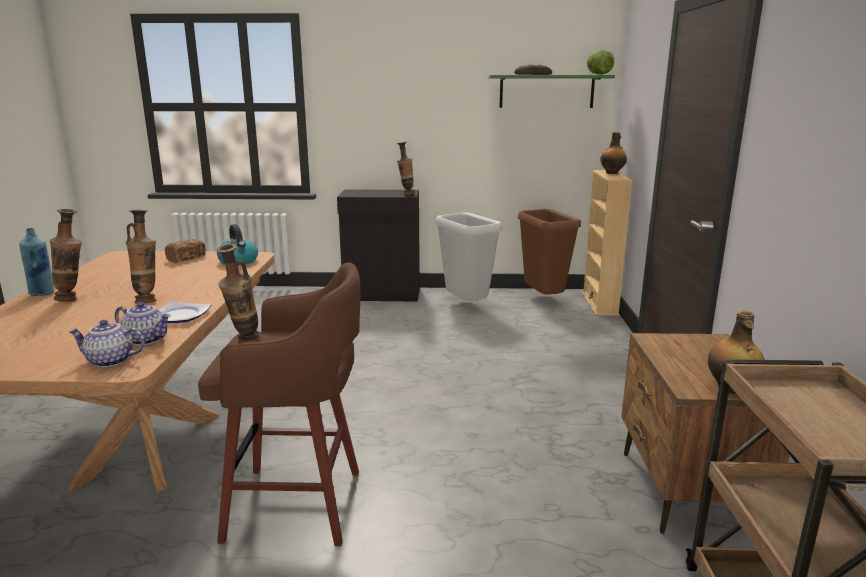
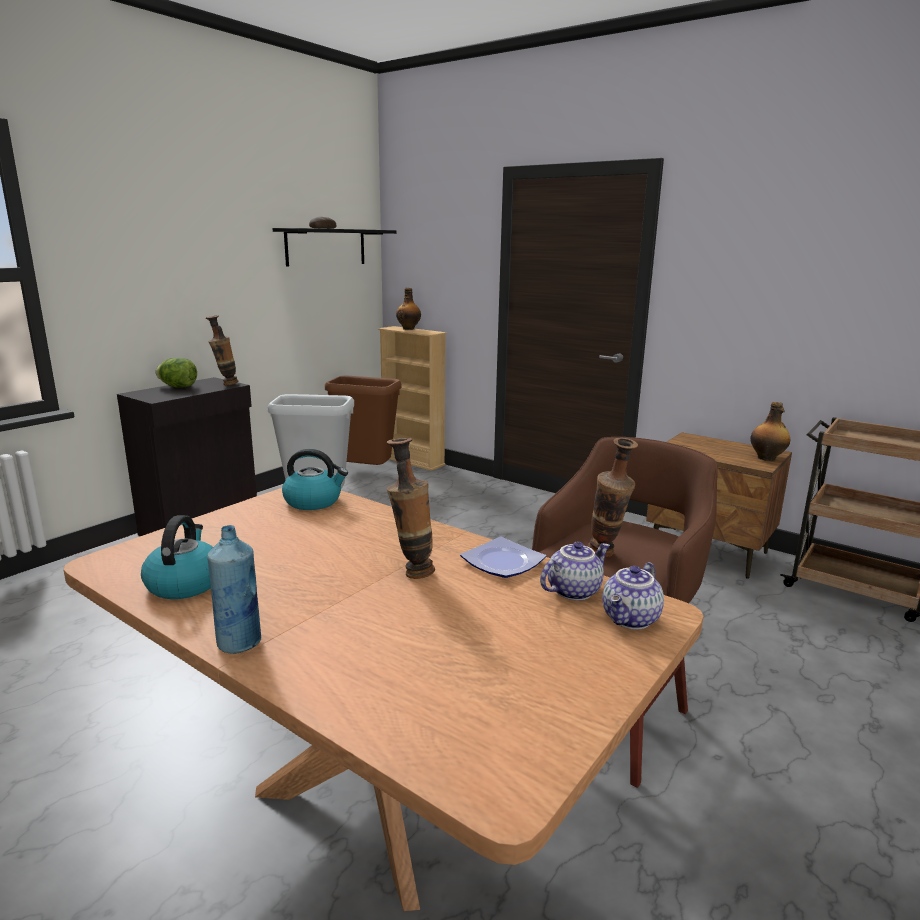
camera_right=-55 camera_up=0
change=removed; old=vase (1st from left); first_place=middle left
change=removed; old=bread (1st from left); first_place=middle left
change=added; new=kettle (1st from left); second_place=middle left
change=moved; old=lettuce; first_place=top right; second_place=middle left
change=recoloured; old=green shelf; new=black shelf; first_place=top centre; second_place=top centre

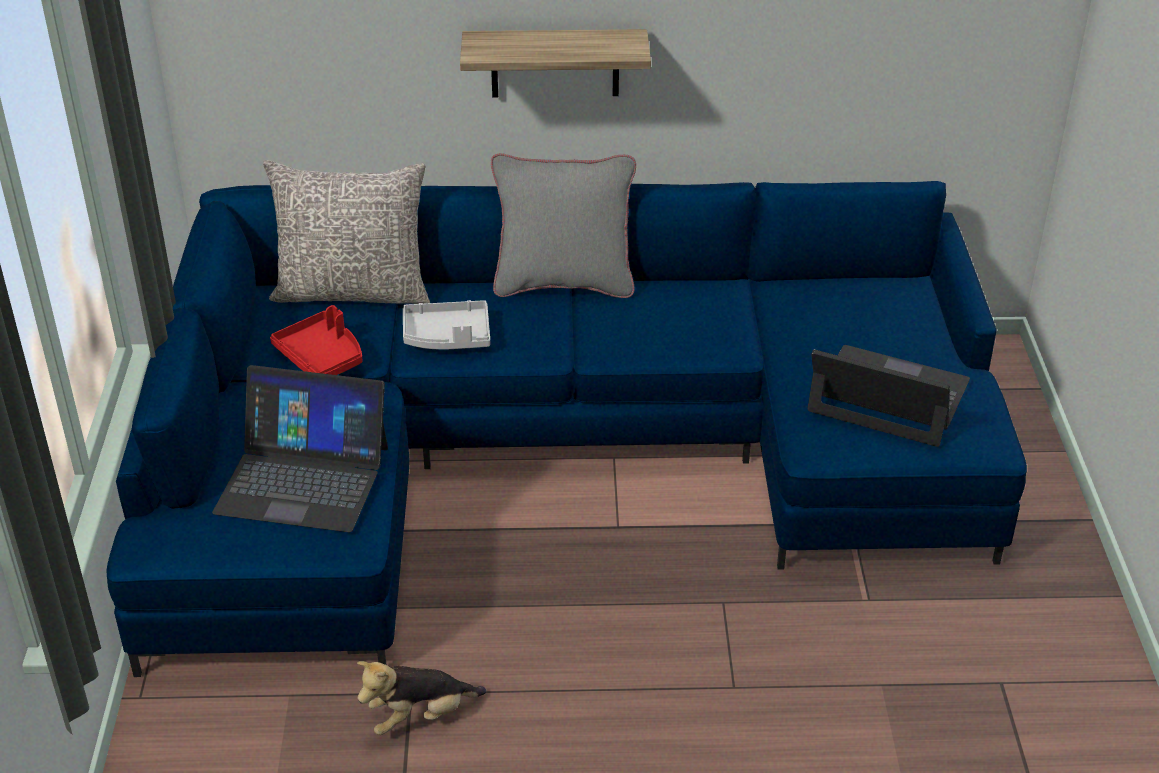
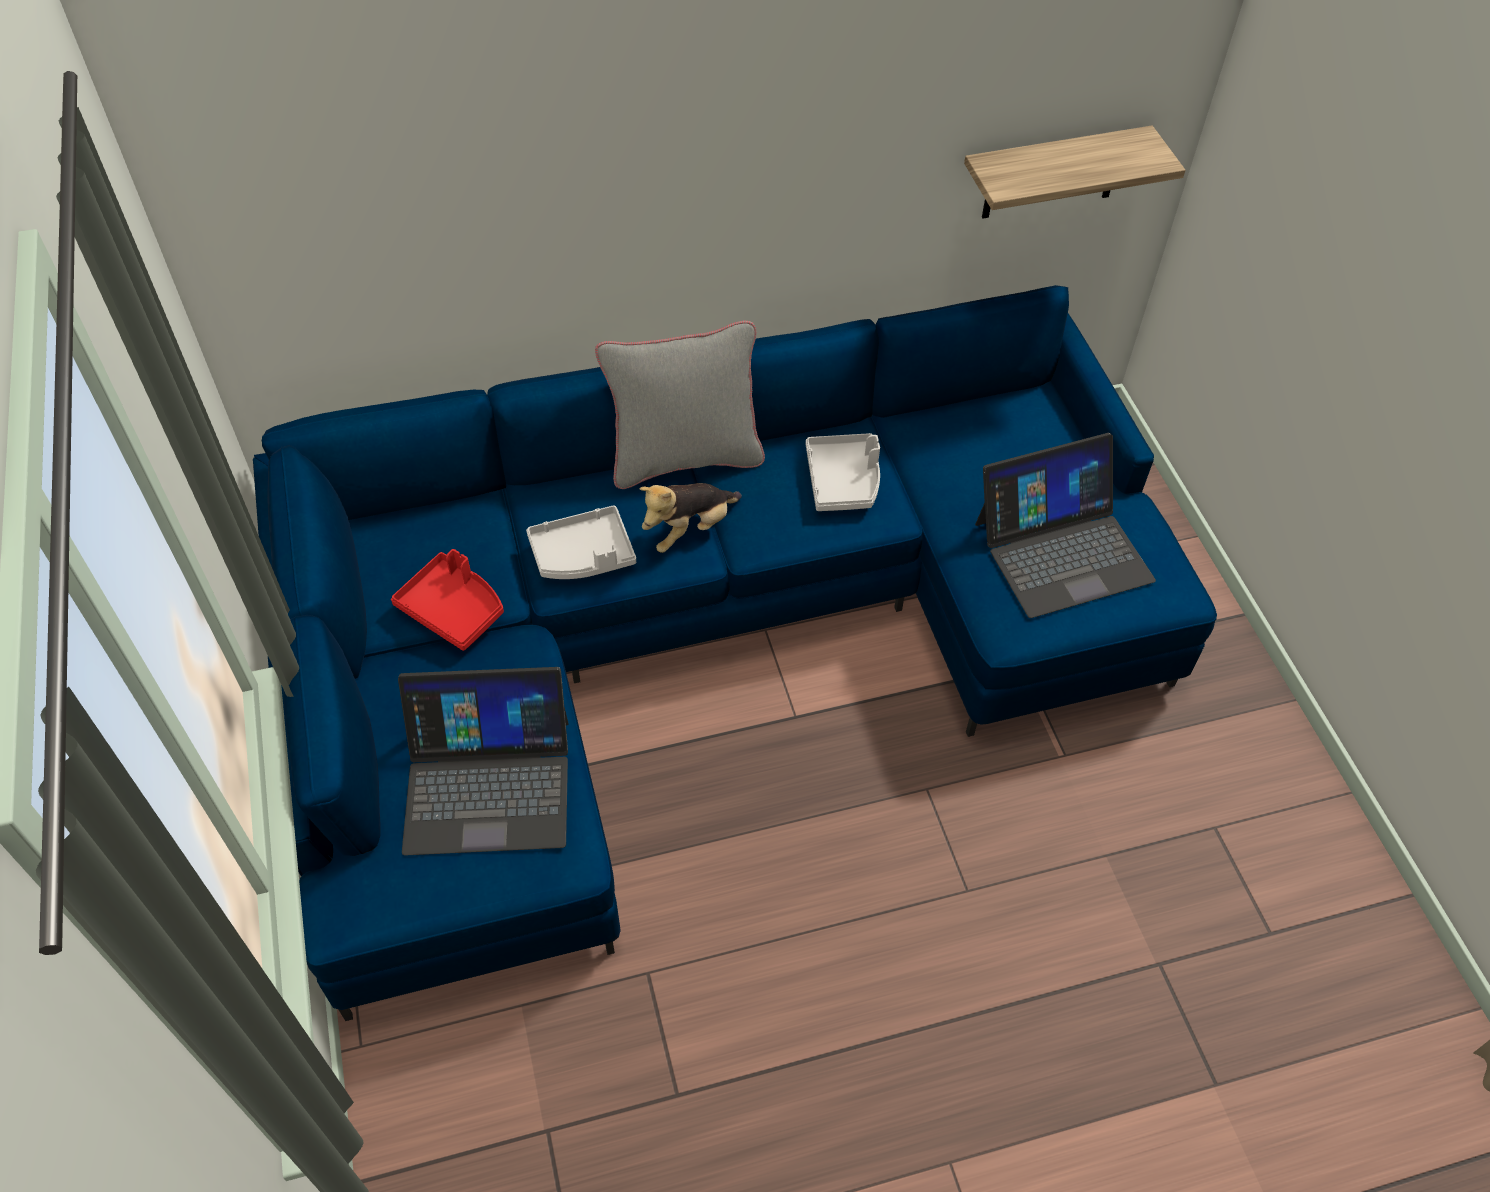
camera_right=-15 camera_up=15
change=removed; old=grey pillow (1st from left); first_place=top left
change=added; new=grey tray (2nd from left); second_place=centre
change=moved; old=plush toy; first_place=bottom centre; second_place=centre
change=moved; old=shelf; first_place=top centre; second_place=top right
change=turned; old=laptop (2nd from left); first_place=middle right; second_place=middle right; degrees=150

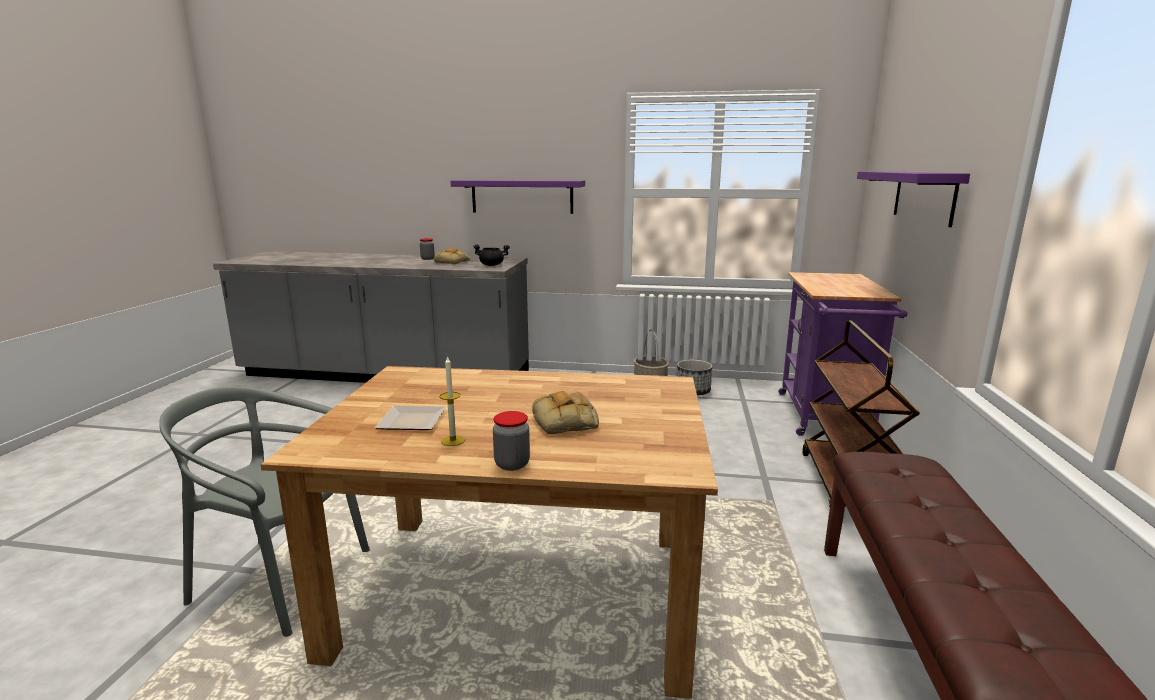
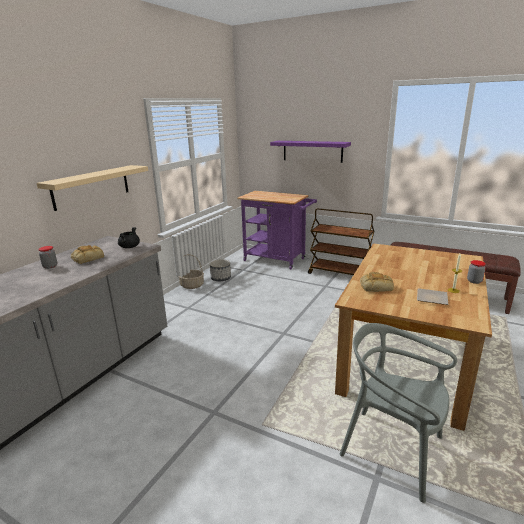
camera_right=-70 camera_up=5
change=moved; old=bread (2nd from left); first_place=centre; second_place=middle right
change=recoloured; old=purple shelf (1st from left); new=beige shelf; first_place=top centre; second_place=middle left
change=turned; old=grey chair; first_place=bottom left; second_place=bottom right; degrees=90

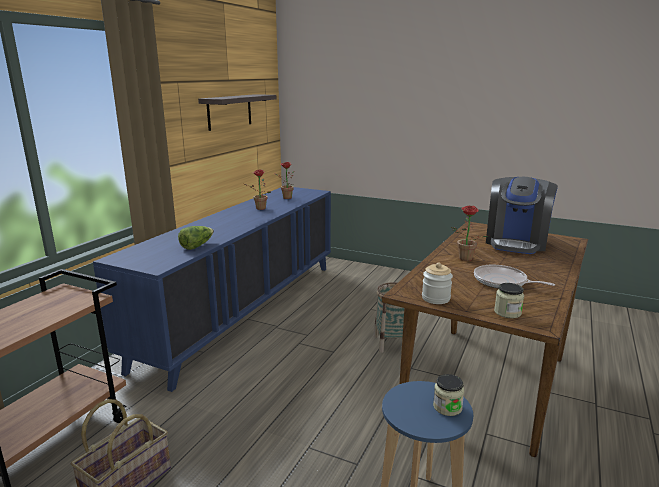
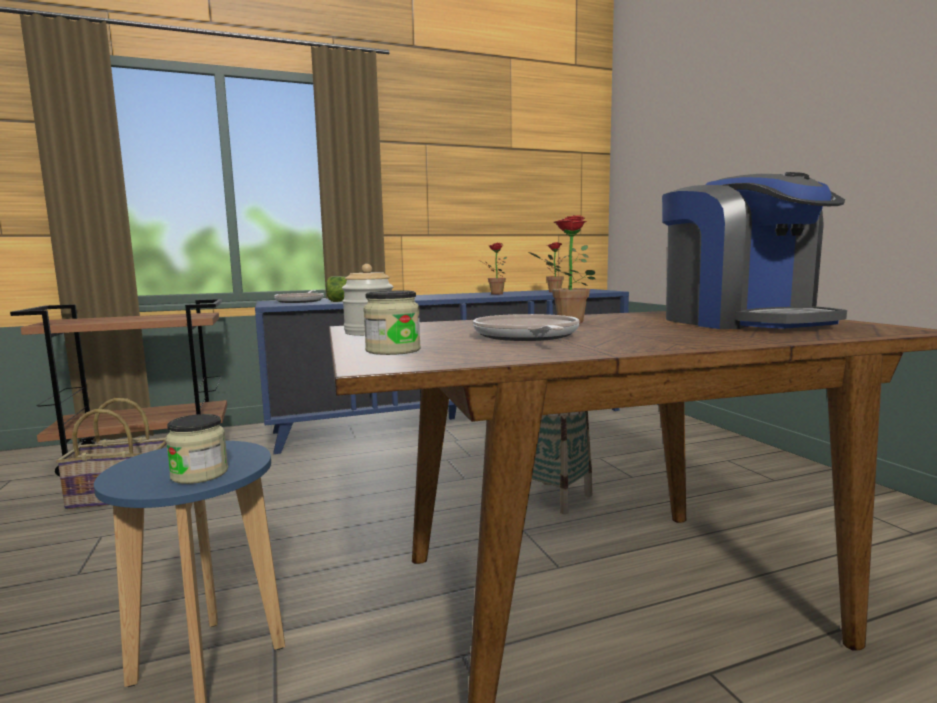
camera_right=45 camera_up=-10
change=removed; old=shelf; first_place=top centre
change=added; new=frying pan (1st from left); second_place=middle left
change=turned; old=coffee machine; first_place=middle right; second_place=middle right; degrees=-90

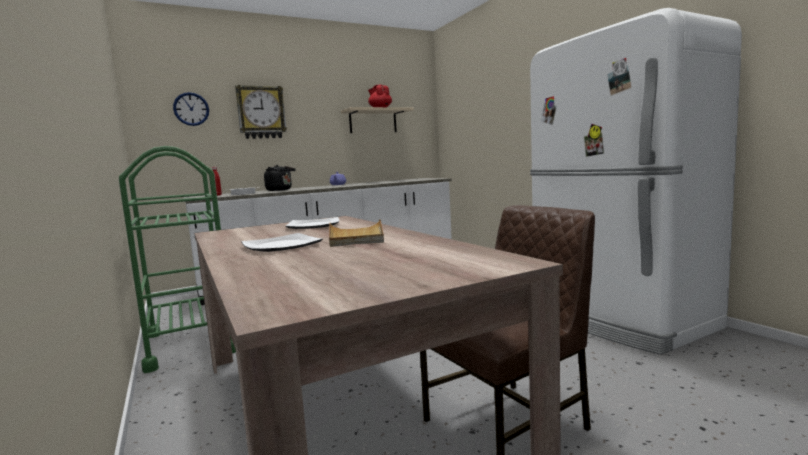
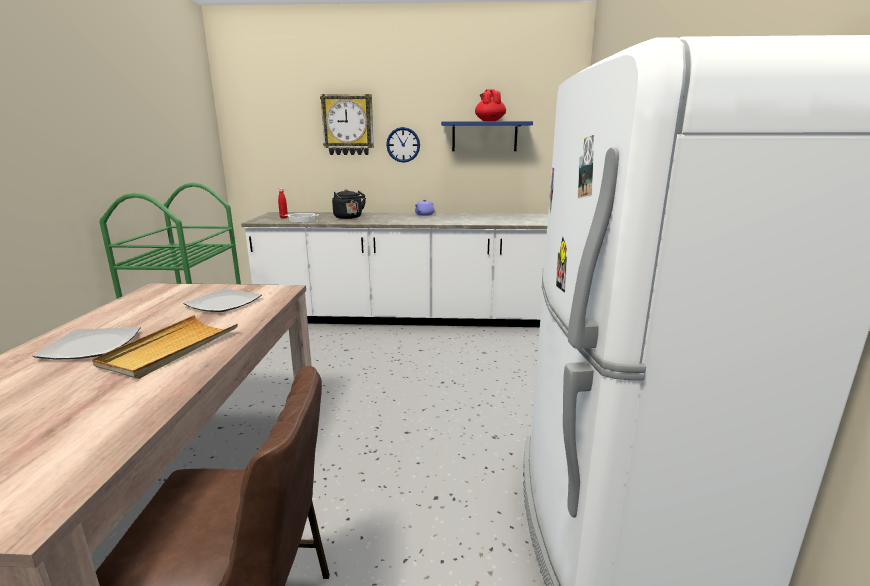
camera_right=30 camera_up=10
change=moved; old=wall clock (1st from left in the first image); new=wall clock (2nd from left); first_place=top left; second_place=top centre
change=recoloured; old=beige shelf; new=blue shelf; first_place=top centre; second_place=top centre

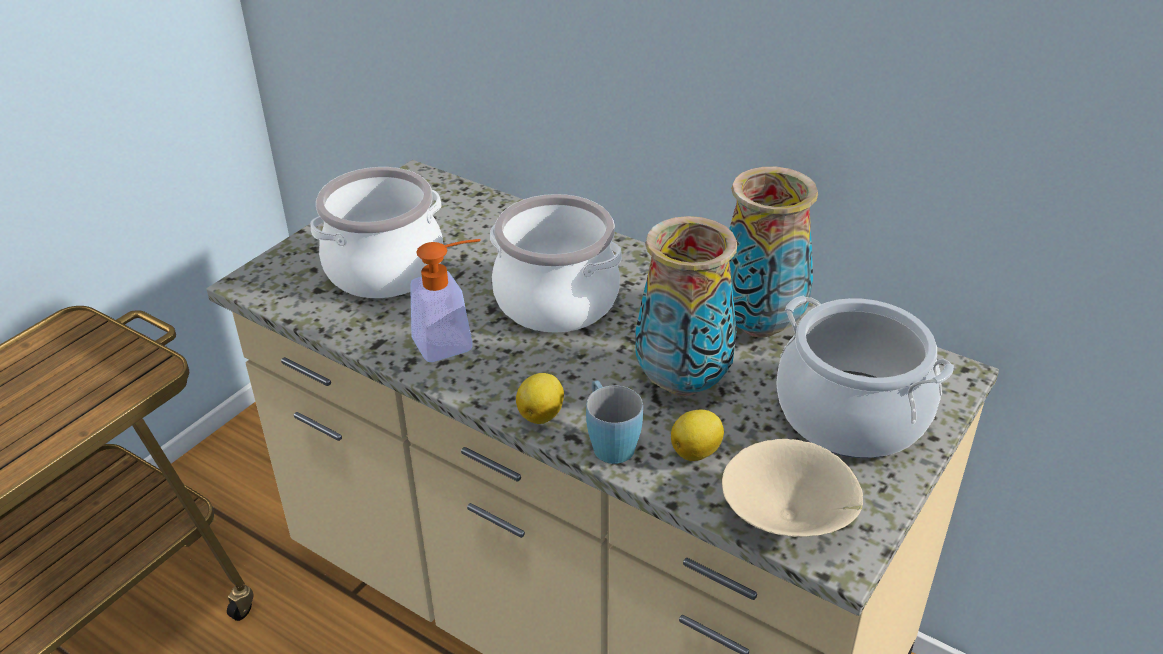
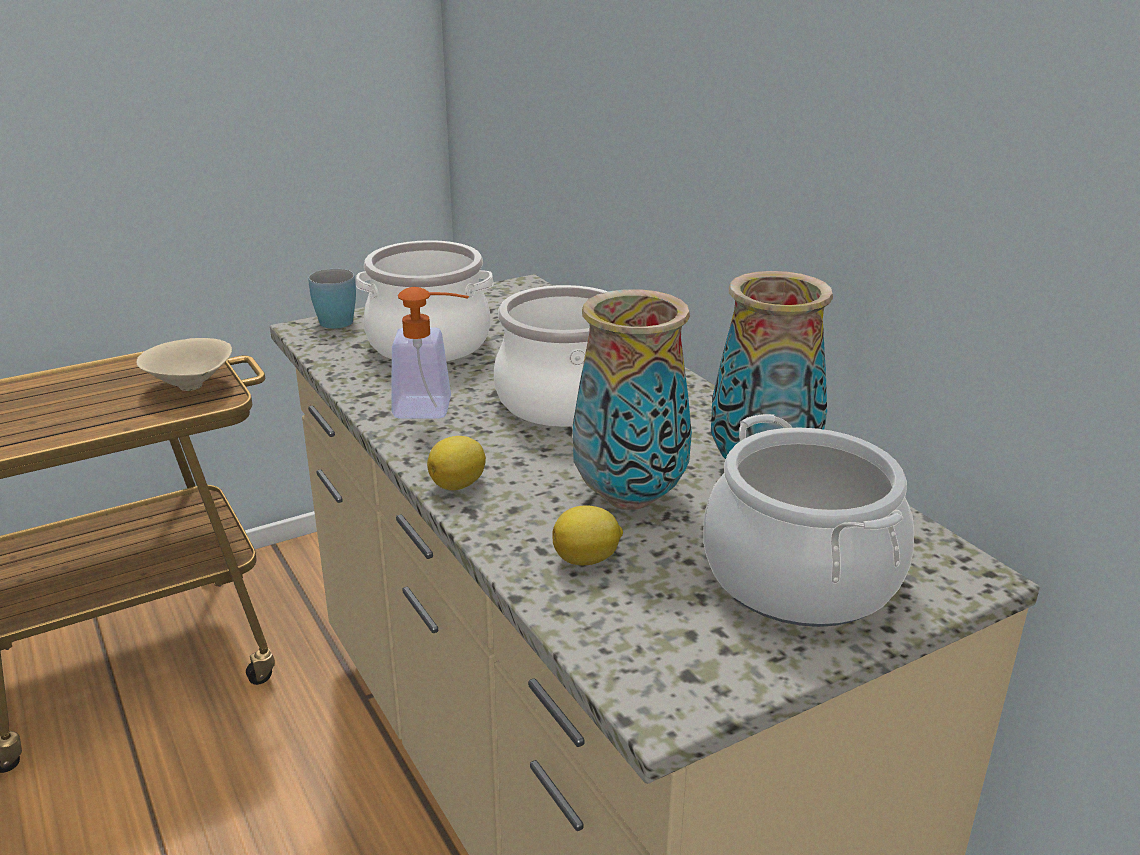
camera_right=25 camera_up=-10
change=moved; old=blue mug; first_place=centre; second_place=middle left
change=moved; old=beige bowl; first_place=bottom right; second_place=middle left

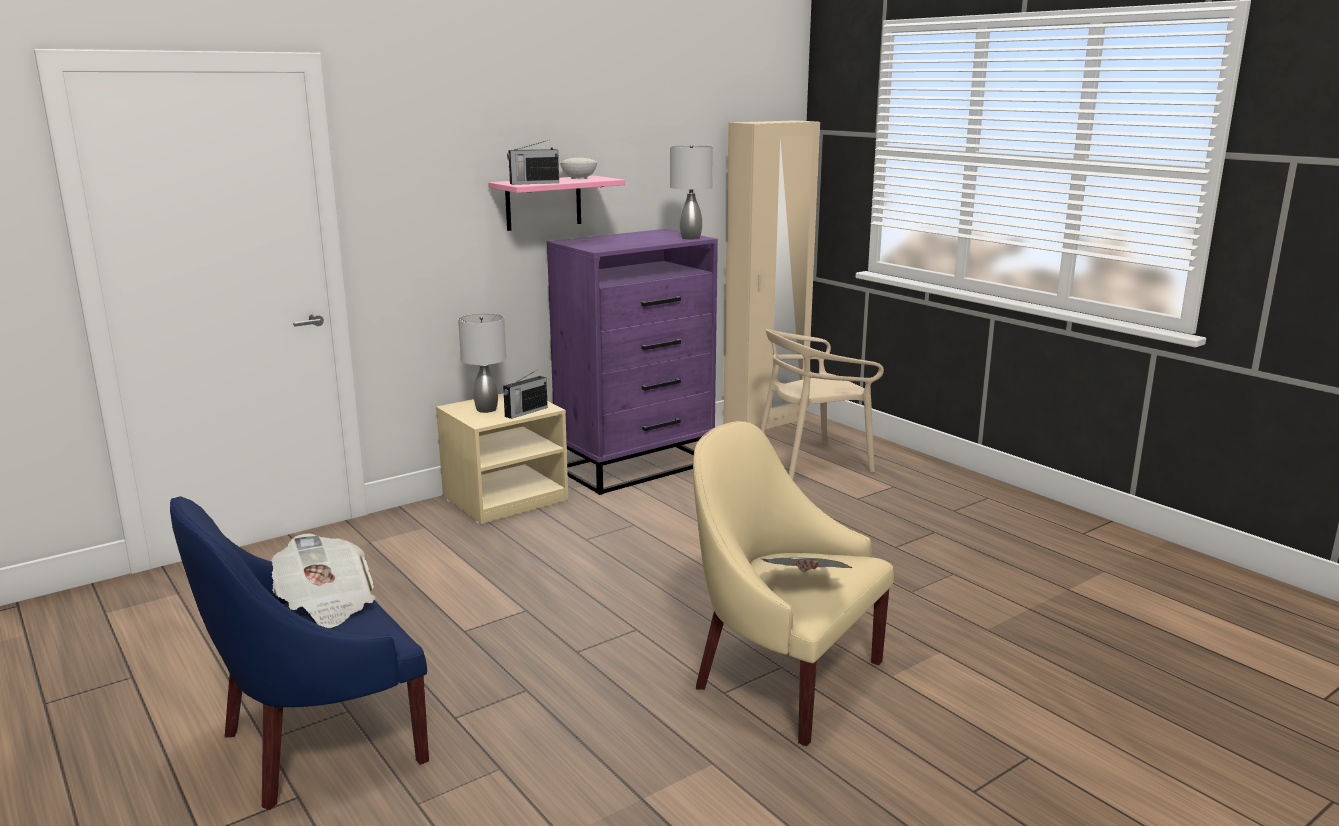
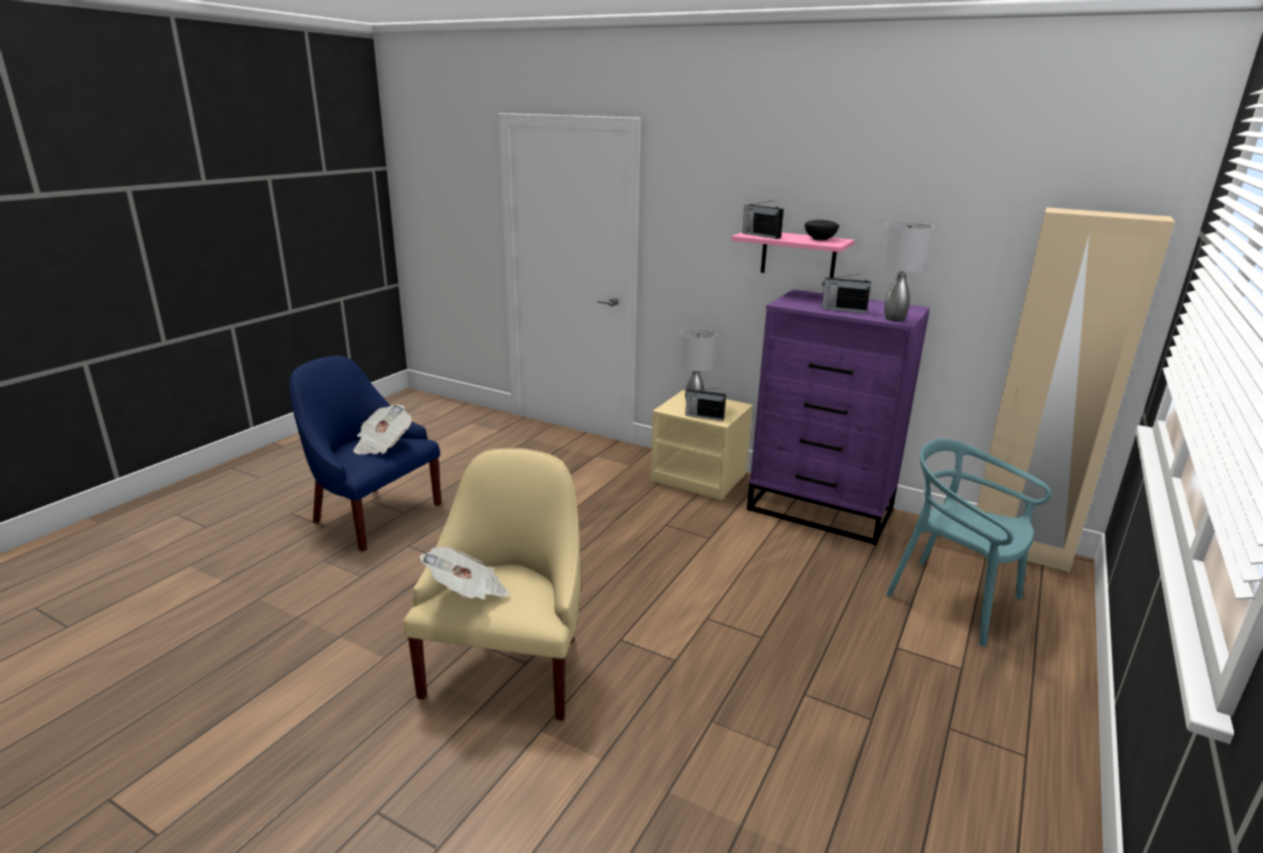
camera_right=65 camera_up=5
change=added; new=radio (3rd from left); second_place=middle right
change=recoloured; old=white bowl; new=black bowl; first_place=top centre; second_place=top centre
change=recoloured; old=beige chair; new=turquoise chair; first_place=centre; second_place=middle right

